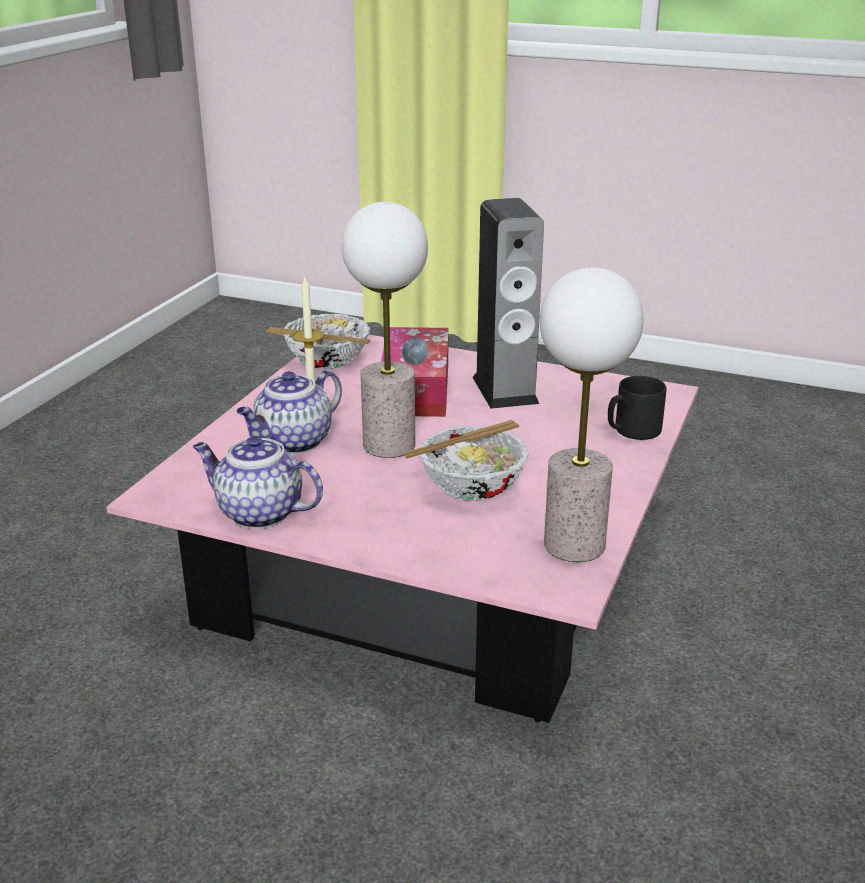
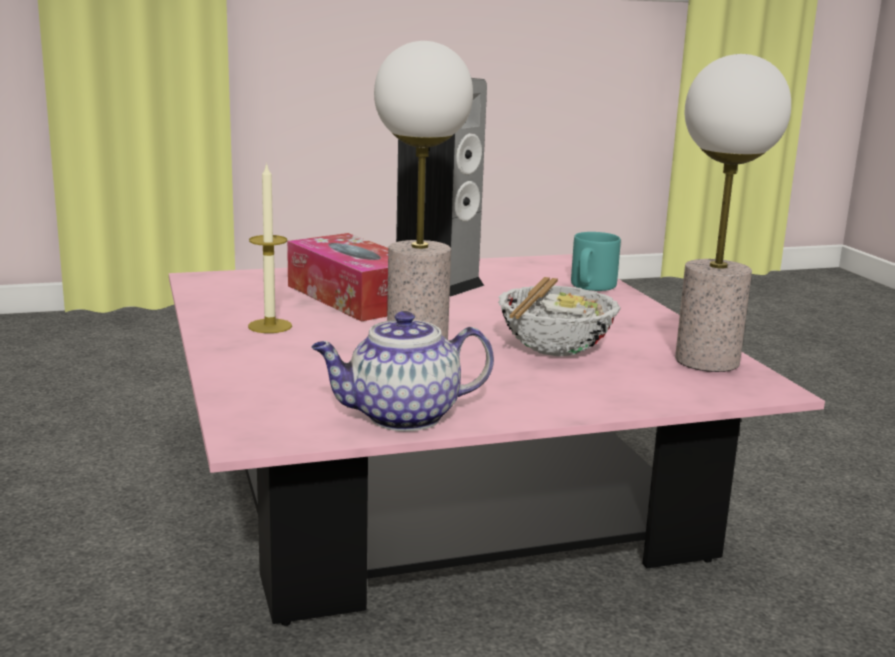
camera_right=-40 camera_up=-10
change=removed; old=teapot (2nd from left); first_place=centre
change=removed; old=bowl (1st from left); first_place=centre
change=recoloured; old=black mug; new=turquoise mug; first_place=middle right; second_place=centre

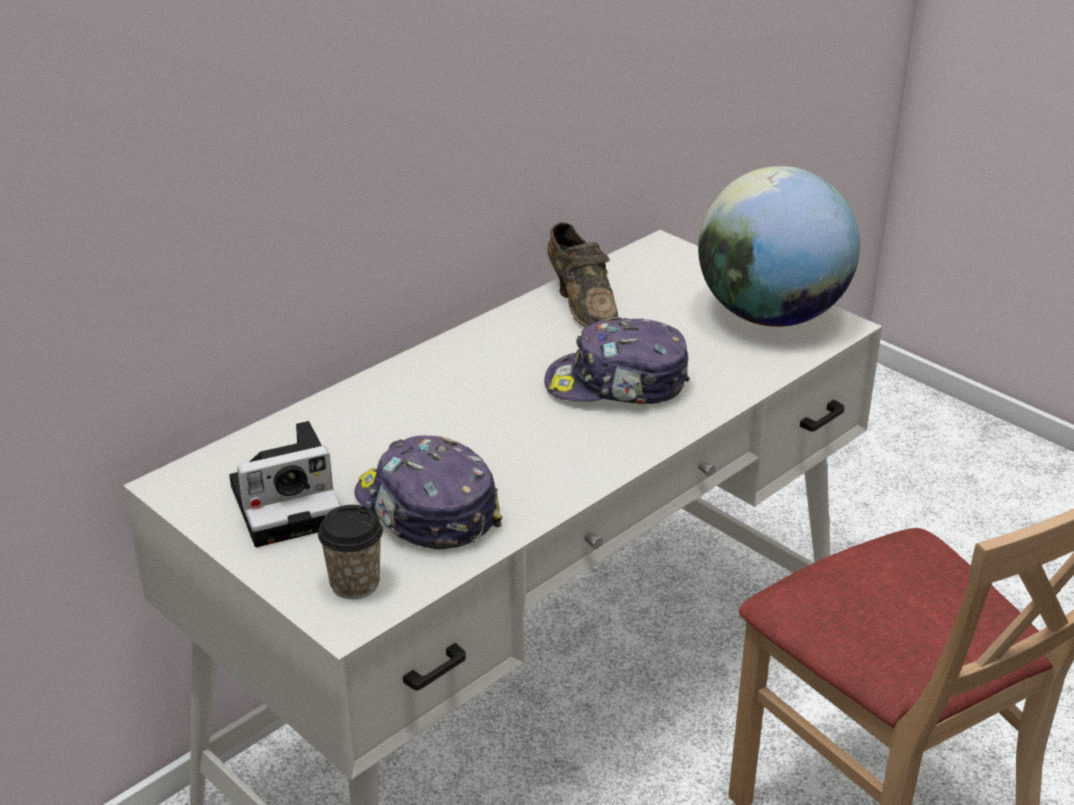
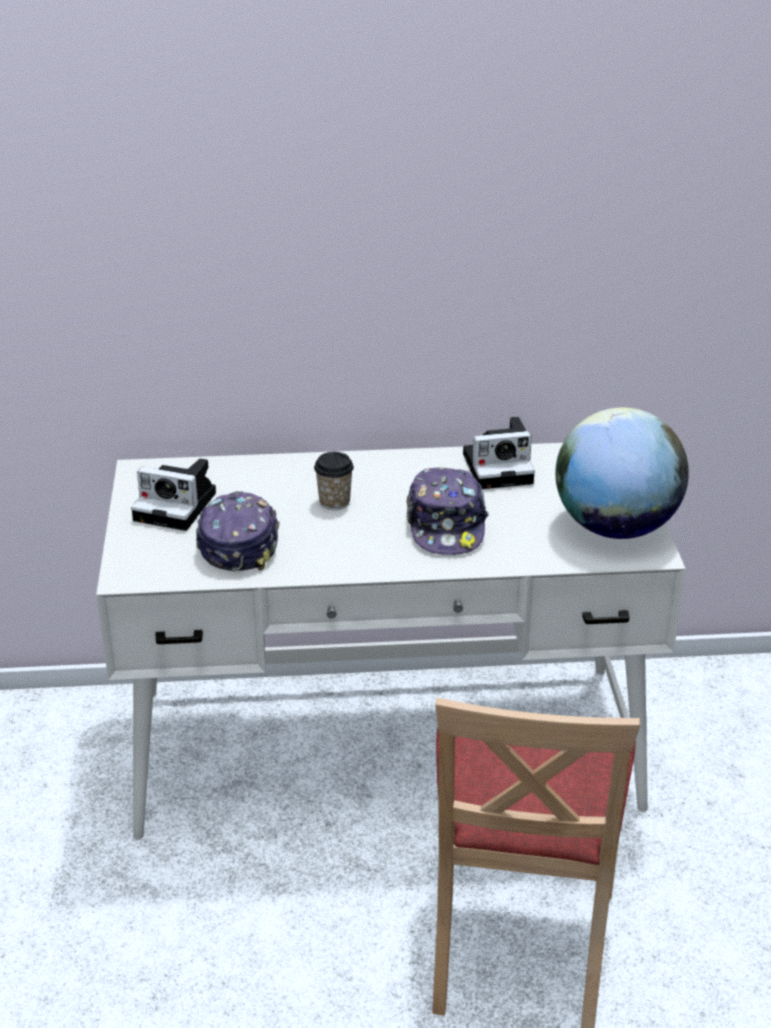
camera_right=40 camera_up=0
change=moved; old=cup; first_place=bottom left; second_place=centre
change=replaced; old=brown shoe; new=photo camera (2nd from left); first_place=centre; second_place=centre
change=turned; old=cap (2nd from left); first_place=centre; second_place=centre; degrees=-135

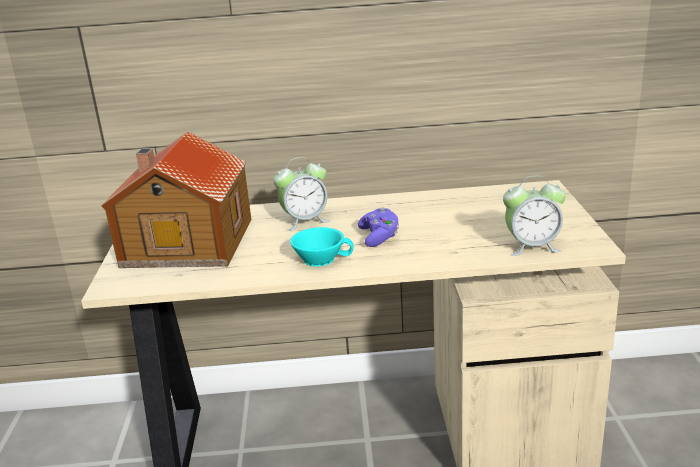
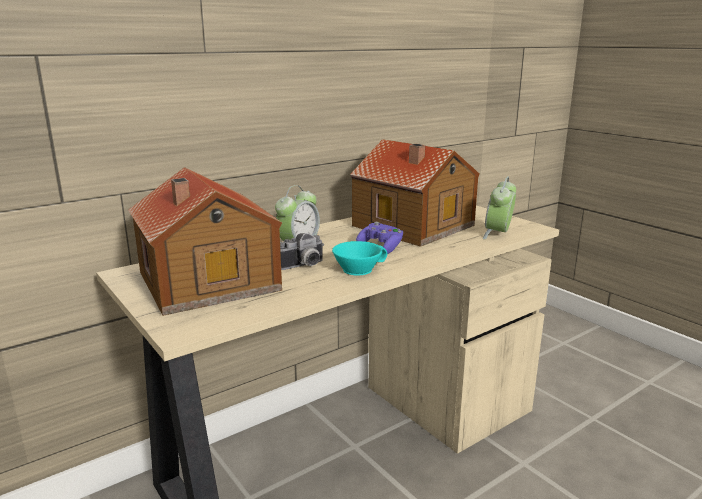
camera_right=-35 camera_up=-5
change=added; new=photo camera; second_place=centre
change=added; new=toy house (2nd from left); second_place=centre
change=turned; old=alarm clock (2nd from left); first_place=middle right; second_place=middle right; degrees=150

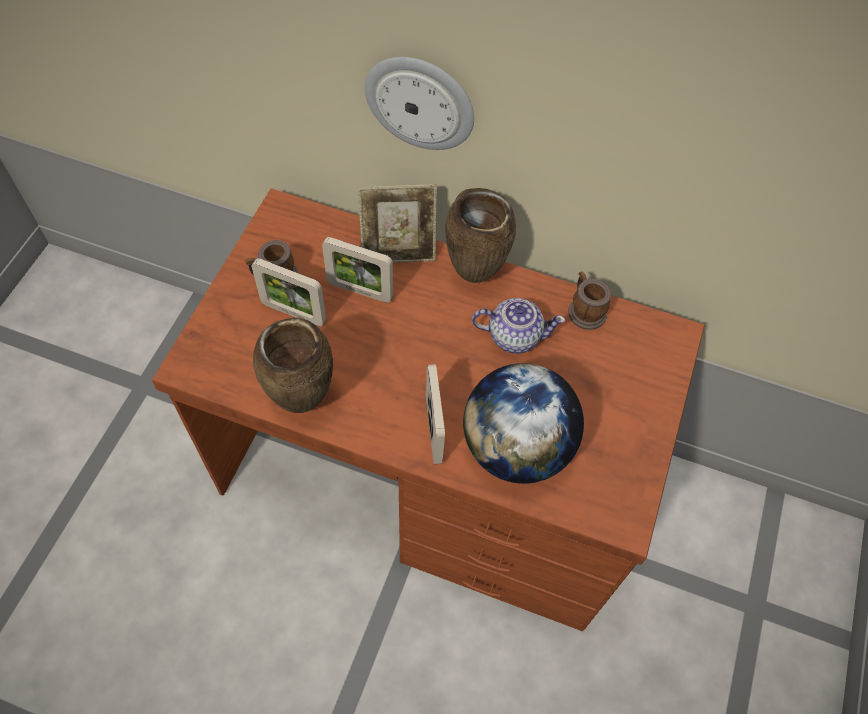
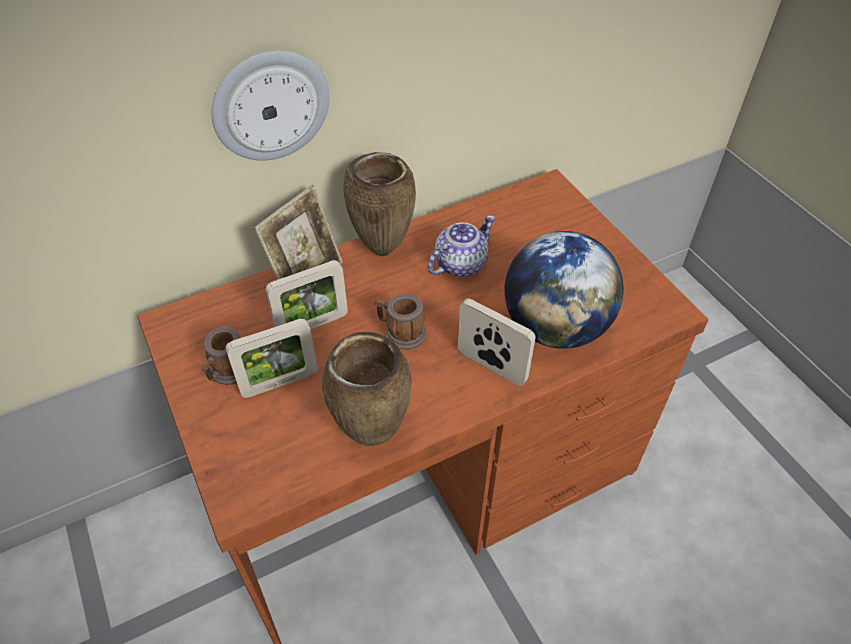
camera_right=-45 camera_up=-10
change=moved; old=mug (2nd from left); first_place=middle right; second_place=centre

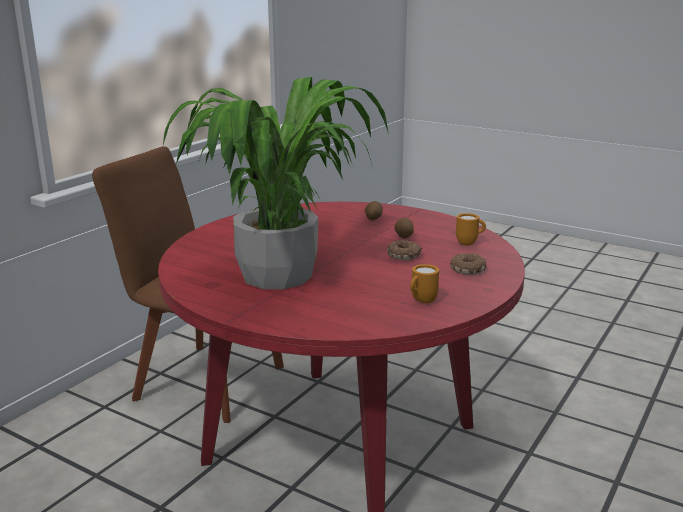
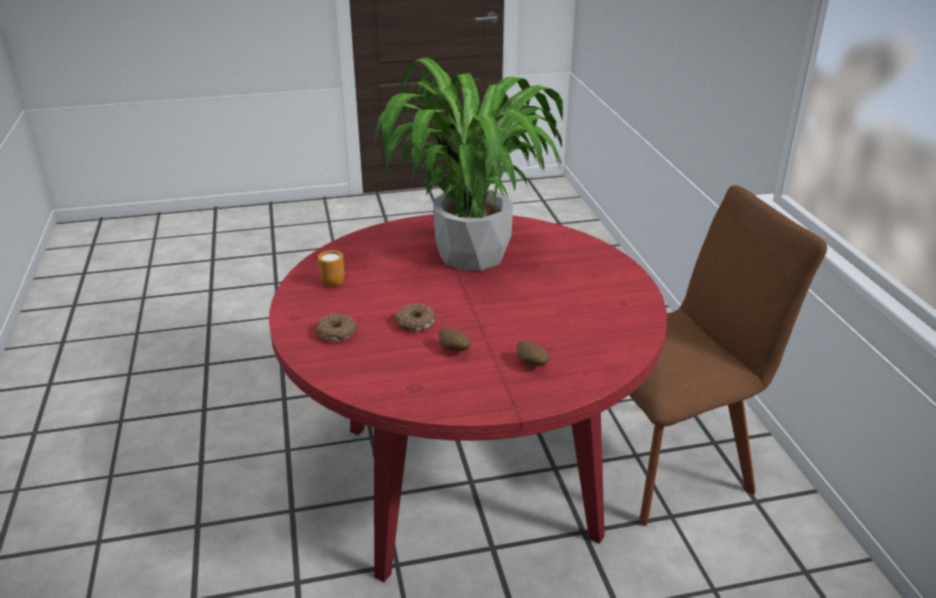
camera_right=135 camera_up=10
change=removed; old=orange mug (2nd from left); first_place=middle right

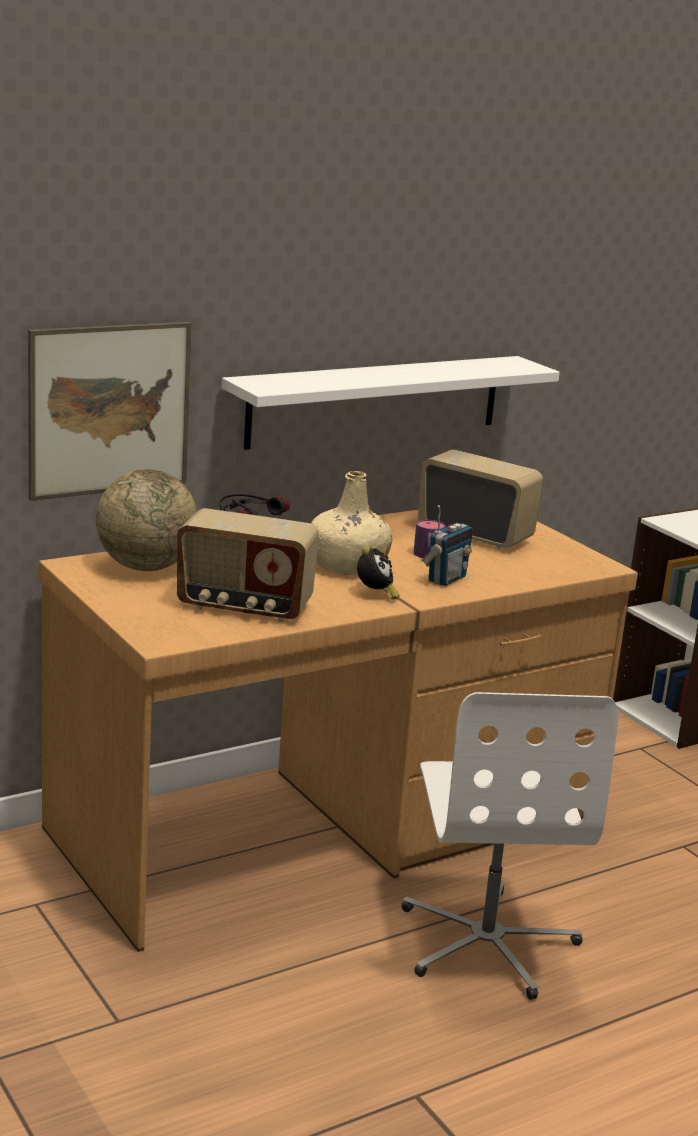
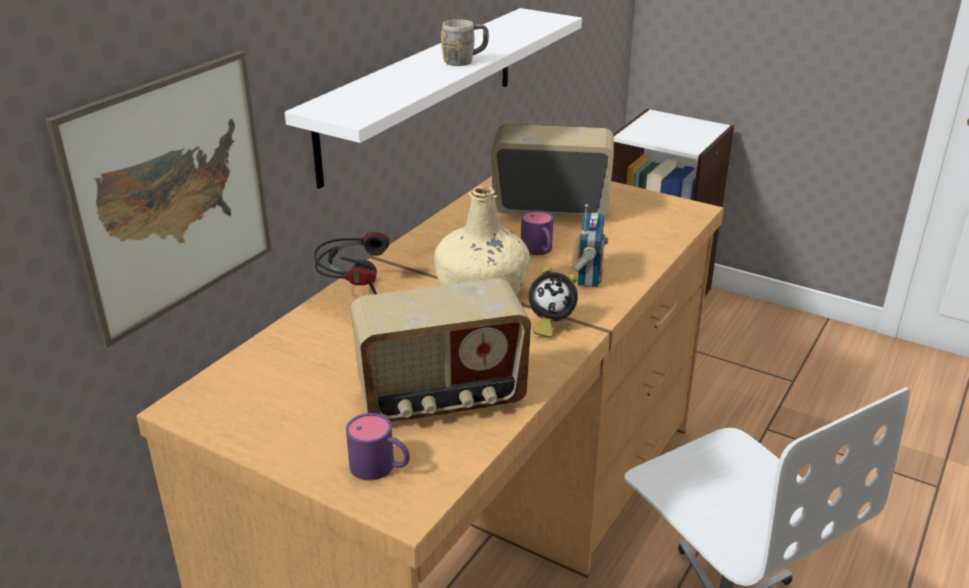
camera_right=-25 camera_up=10
change=removed; old=globe; first_place=middle left
change=added; new=purple mug (1st from left); second_place=bottom centre
change=added; new=grey mug; second_place=top centre
change=turned; old=alarm clock; first_place=centre; second_place=centre; degrees=105

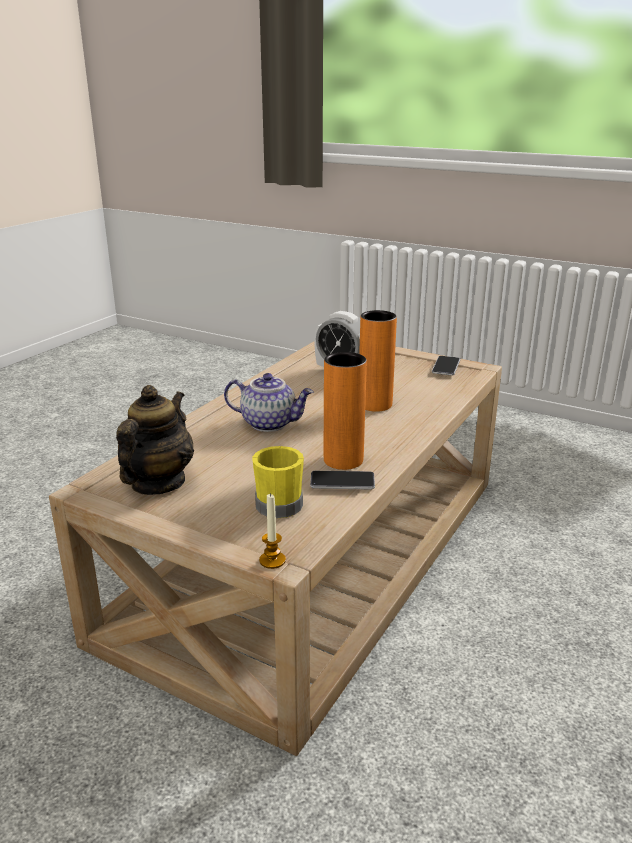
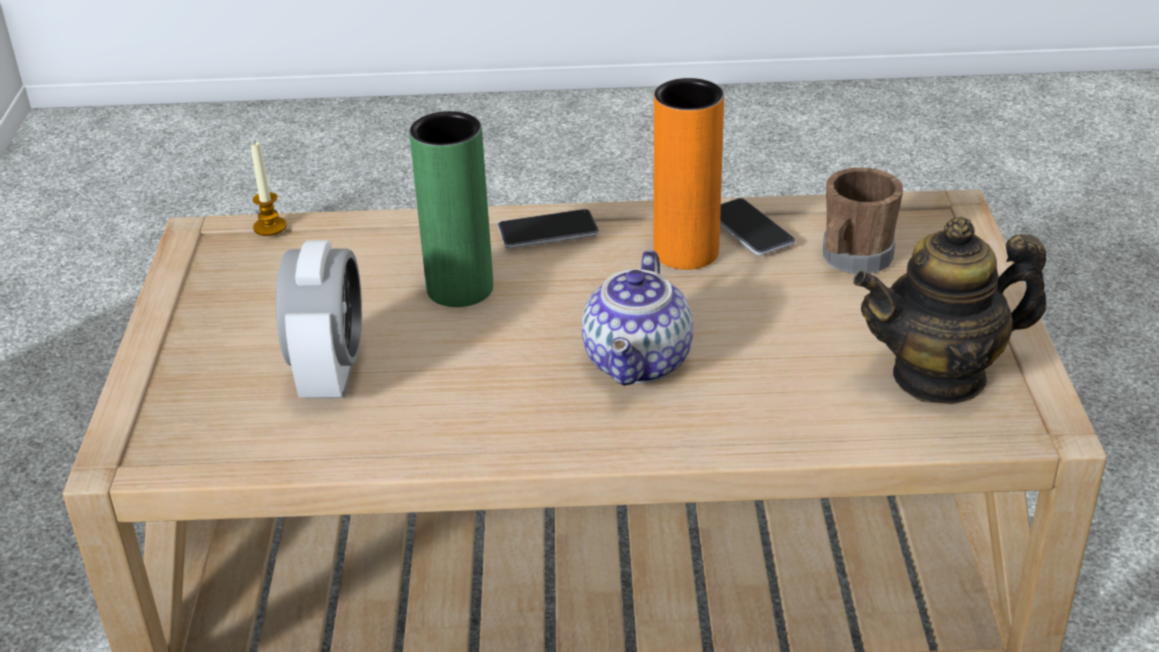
camera_right=-120 camera_up=10
change=moved; old=candle; first_place=centre; second_place=top left
change=moved; old=phone (2nd from left in the first image); new=phone (1st from left); first_place=middle right; second_place=centre
change=recoloured; old=yellow mug; new=brown mug; first_place=centre; second_place=middle right
change=recoloured; old=orange vase (2nd from left); new=green vase; first_place=centre; second_place=top centre
change=turned; old=teapot (2nd from left in the first image); first_place=centre; second_place=centre; degrees=-150

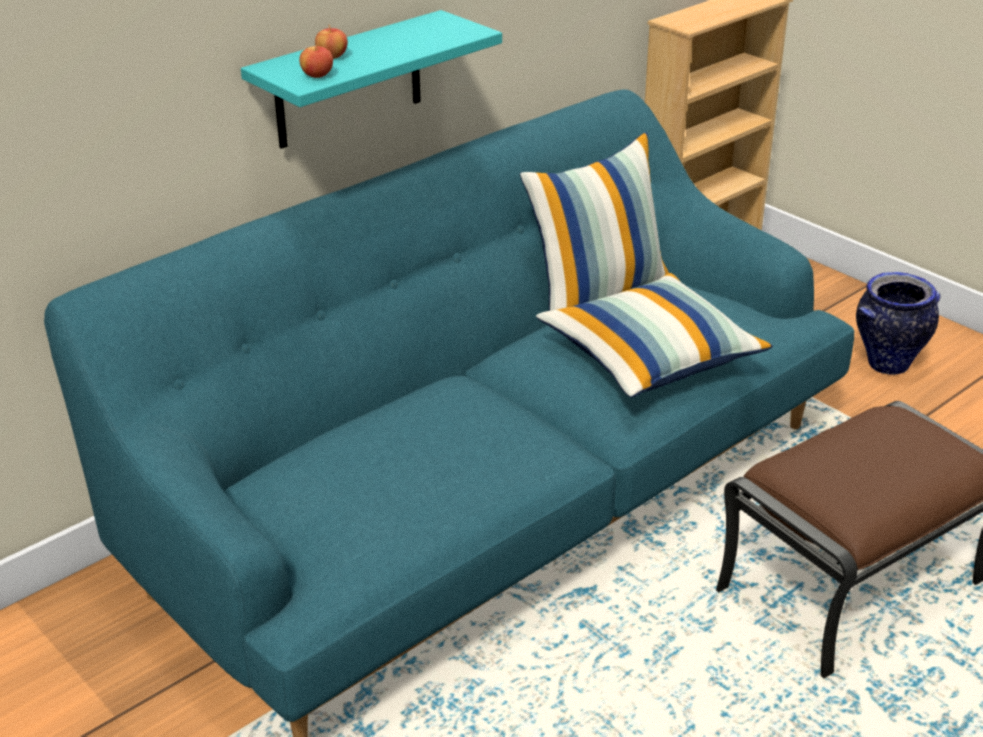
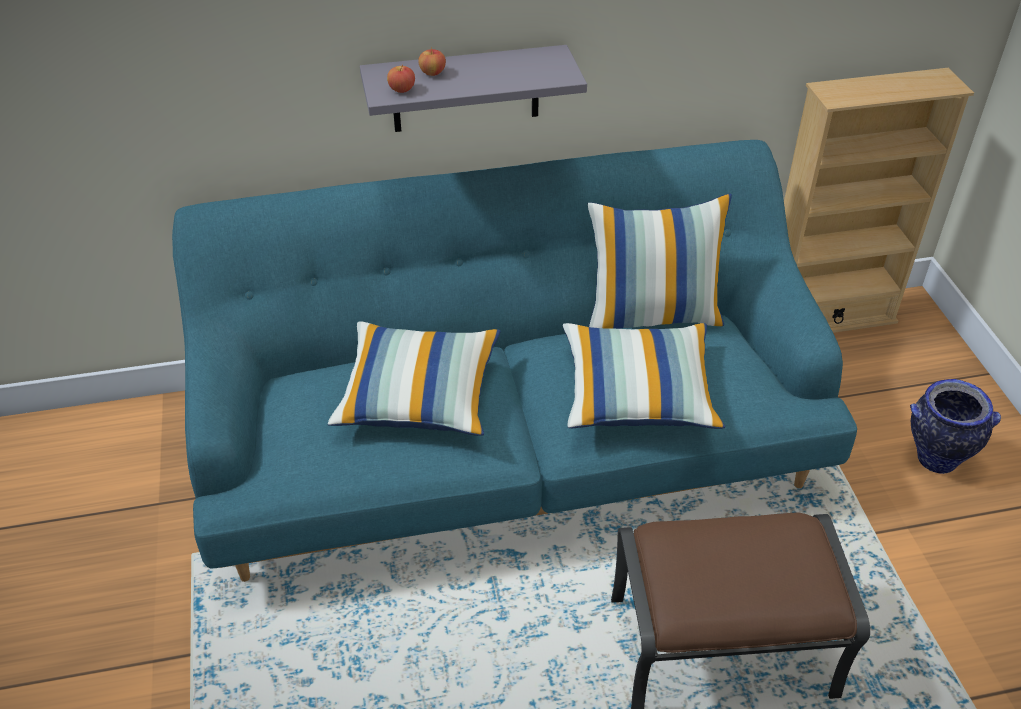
camera_right=30 camera_up=10
change=added; new=pillow (1st from left); second_place=centre
change=recoloured; old=turquoise shelf; new=grey shelf; first_place=top centre; second_place=top centre

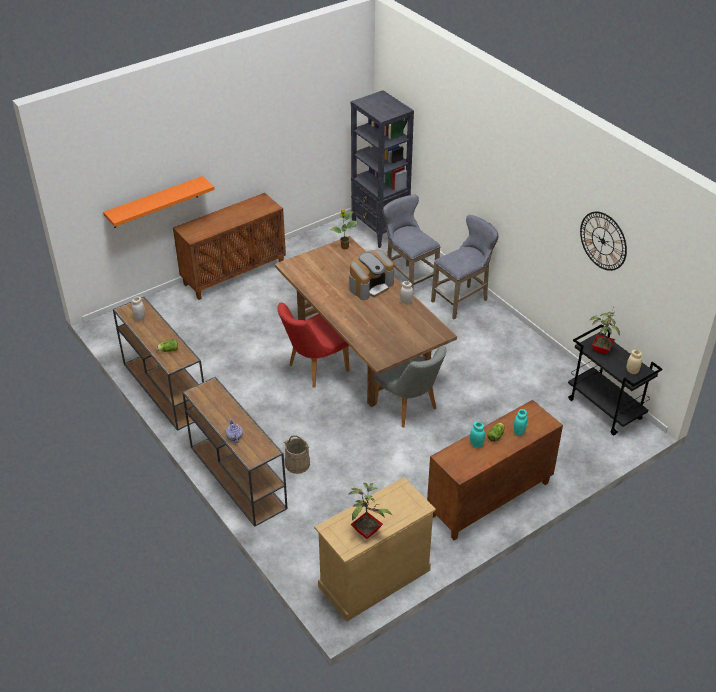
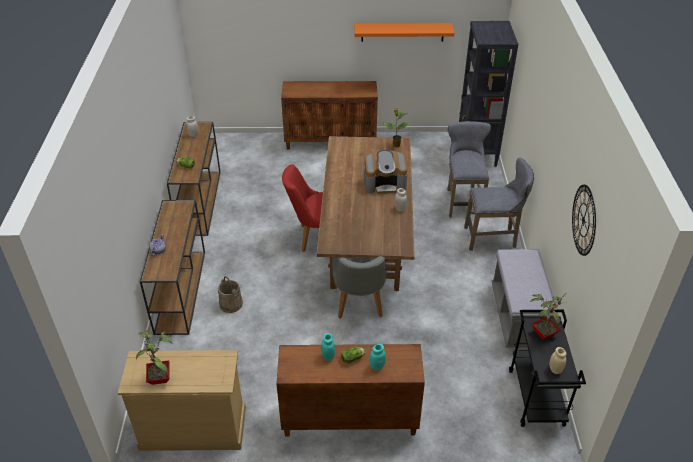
camera_right=35 camera_up=0
change=added; new=grey bench; second_place=middle right
change=moved; old=orange shelf; first_place=top left; second_place=top centre

